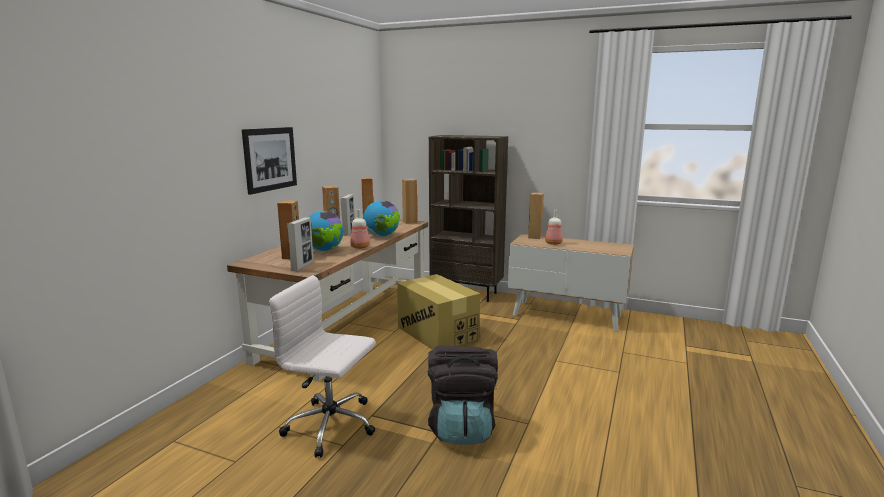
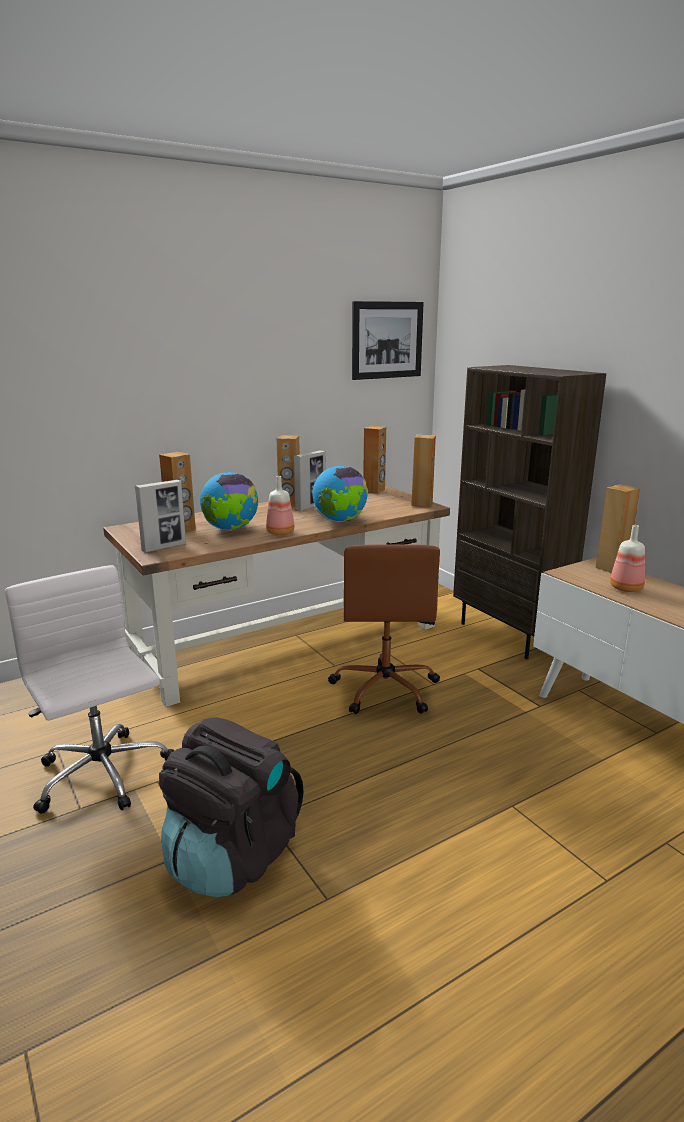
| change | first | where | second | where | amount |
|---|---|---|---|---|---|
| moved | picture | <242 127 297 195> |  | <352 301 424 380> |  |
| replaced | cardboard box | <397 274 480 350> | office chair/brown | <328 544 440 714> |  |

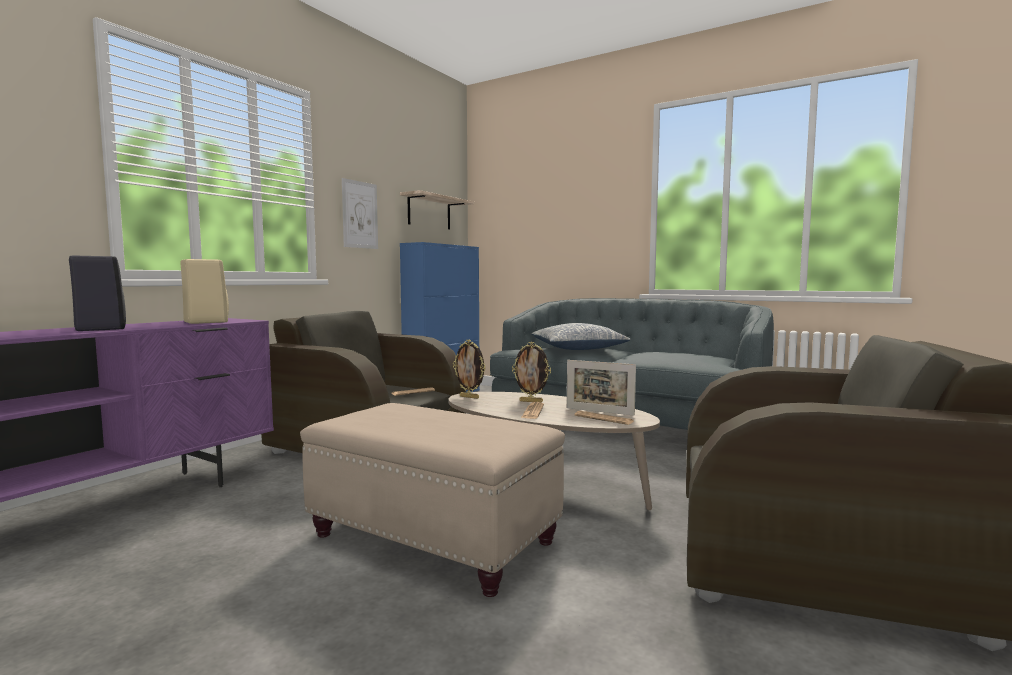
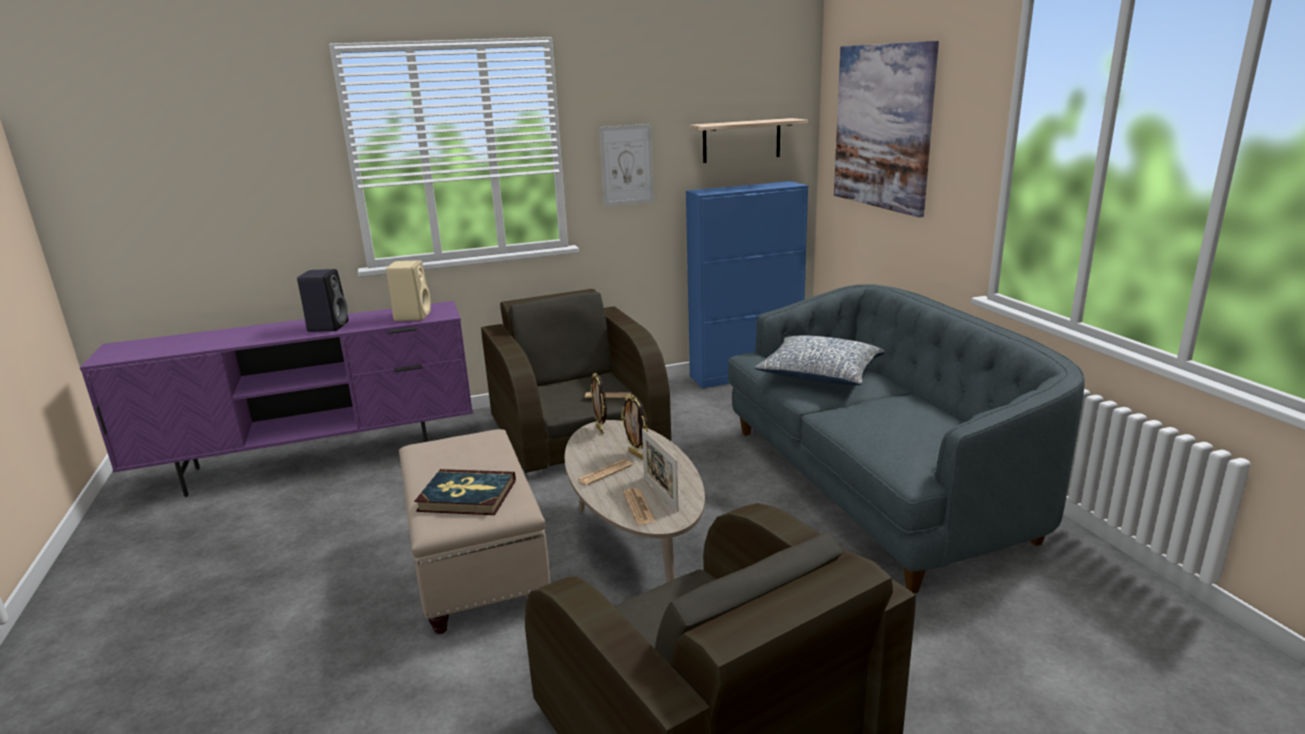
| change | first | where | second | where | amount |
|---|---|---|---|---|---|
| added |  |  | book | <414 469 516 515> |  |
| added |  |  | picture | <834 41 939 217> |  |

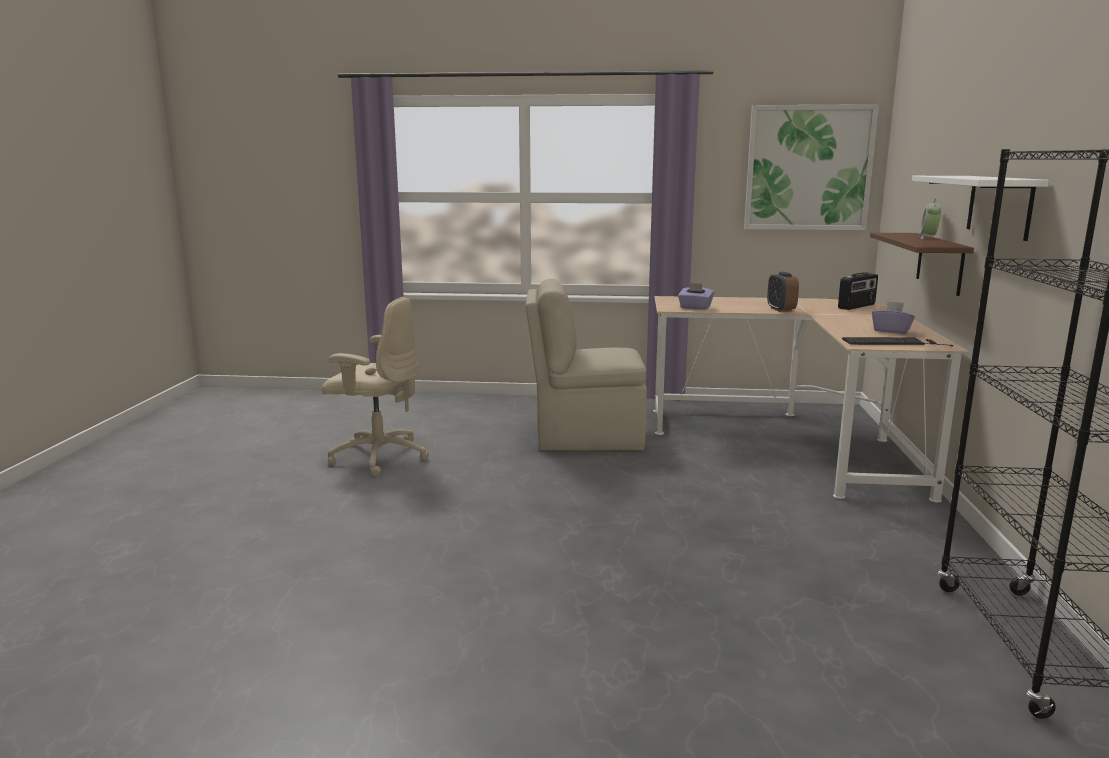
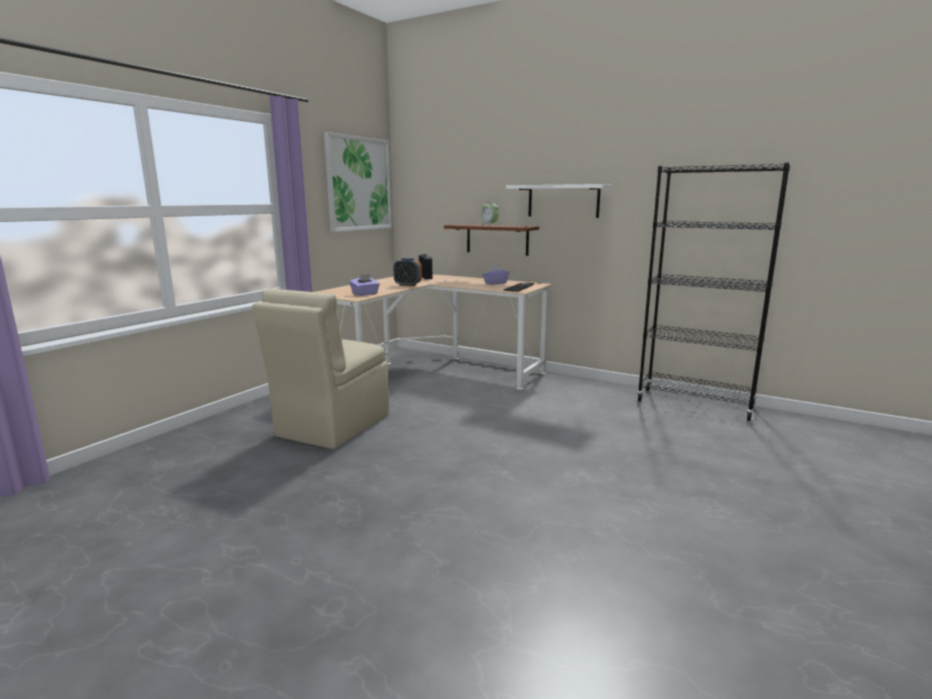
| change | first | where | second | where | amount |
|---|---|---|---|---|---|
| removed | office chair/beige | <322 297 429 476> |  |  |  |

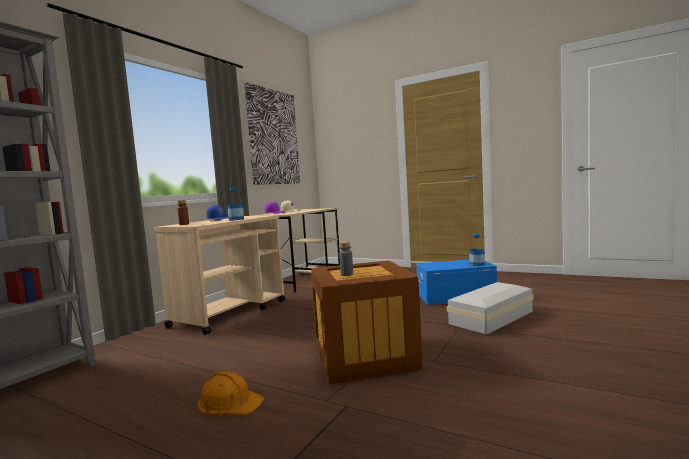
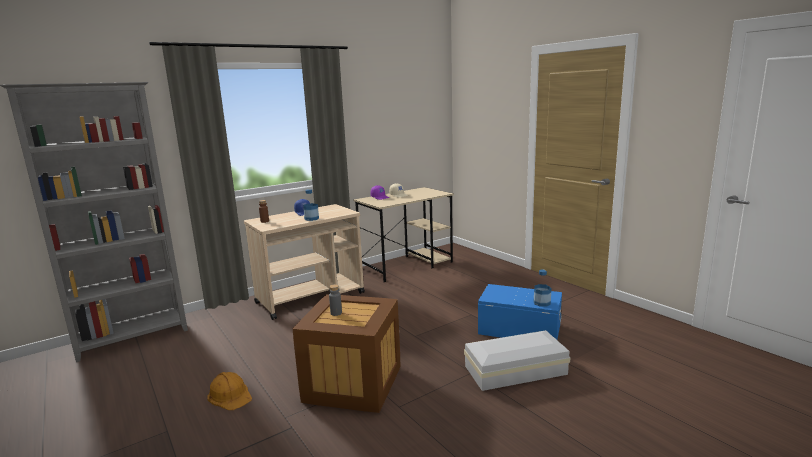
| change | first | where | second | where | amount |
|---|---|---|---|---|---|
| removed | picture | <244 83 300 185> |  |  |  |

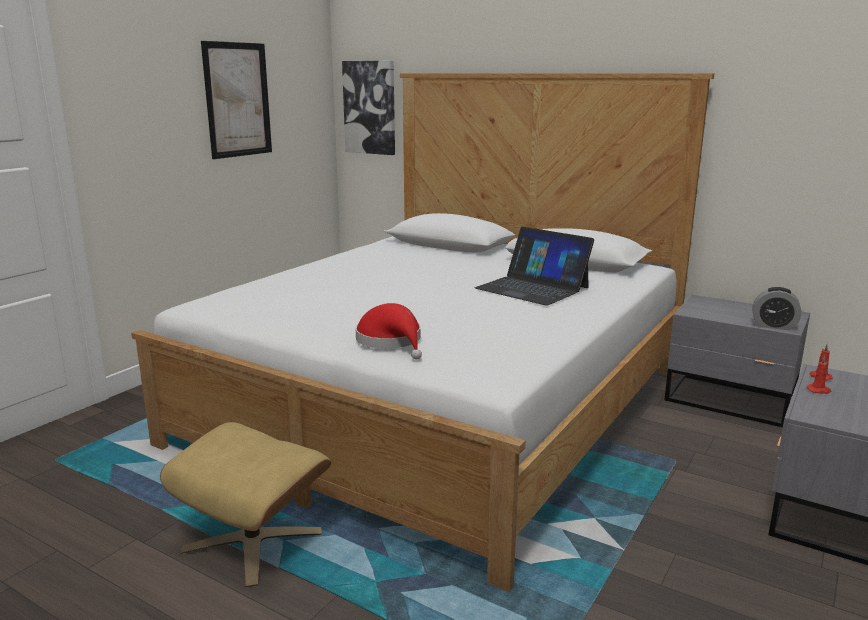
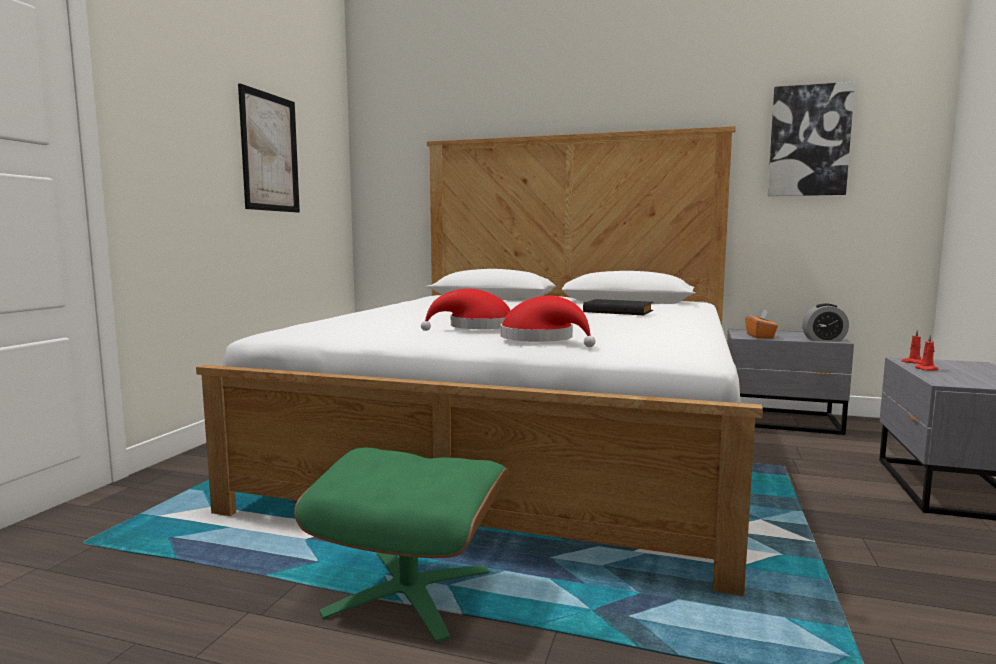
| change | first | where | second | where | amount |
|---|---|---|---|---|---|
| added |  |  | hat/red | <421 289 511 331> |  |
| added |  |  | tissue box/orange | <745 310 778 338> |  |
| moved | picture | <342 61 395 155> |  | <768 82 855 196> |  |
| replaced | laptop | <475 227 594 306> | book/black | <583 299 653 315> |  |
| recoloured | ottoman/beige | <160 422 331 588> | ottoman/green | <294 447 509 643> |  |

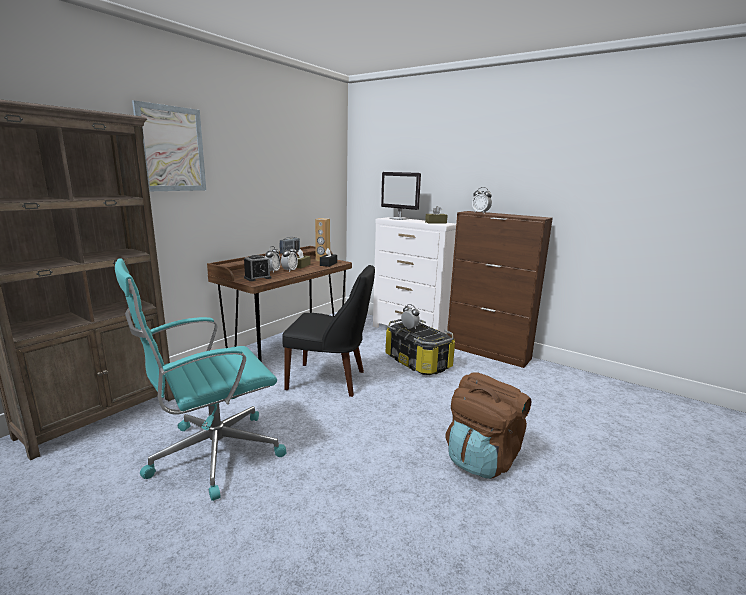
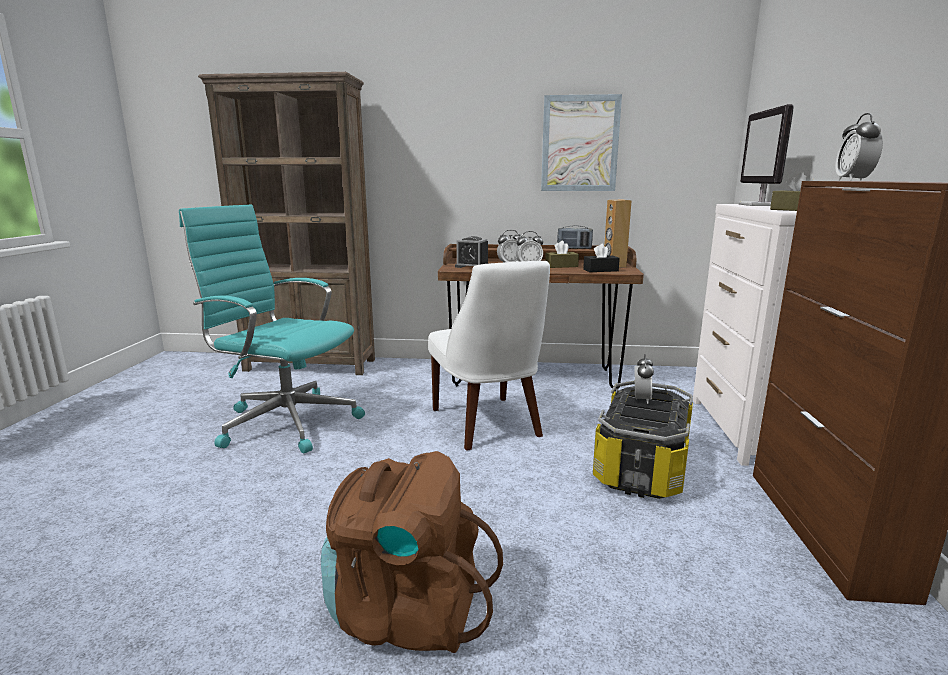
| change | first | where | second | where | amount |
|---|---|---|---|---|---|
| moved | picture | <132 100 206 191> |  | <541 94 622 191> |  |
| recoloured | chair/black | <282 265 375 397> | chair/white | <428 261 550 450> |  |

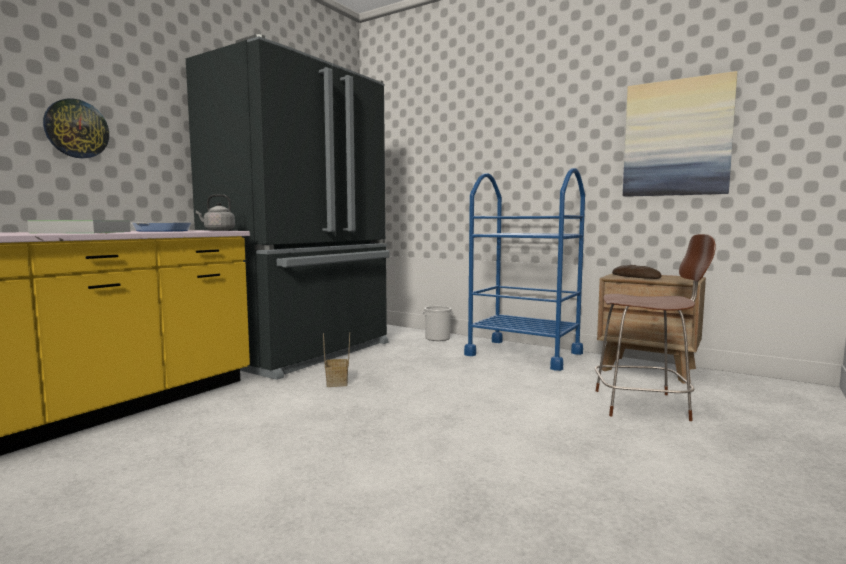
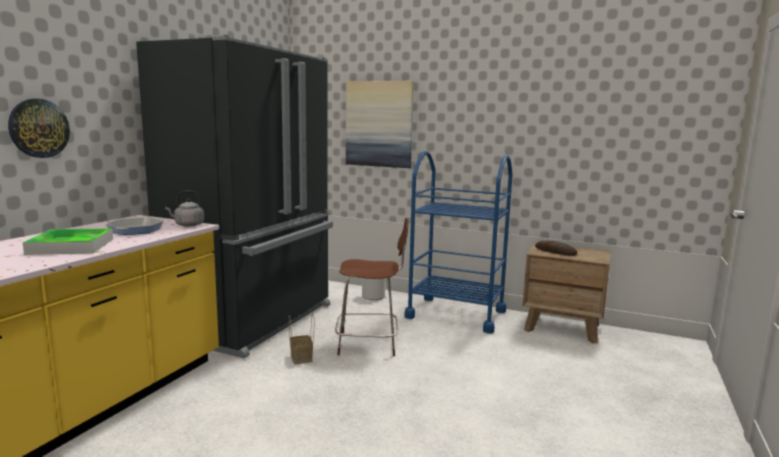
| change | first | where | second | where | amount |
|---|---|---|---|---|---|
| moved | chair/brown | <595 234 716 421> |  | <335 218 409 356> |  |
| moved | picture | <623 71 737 197> |  | <346 81 414 168> |  |

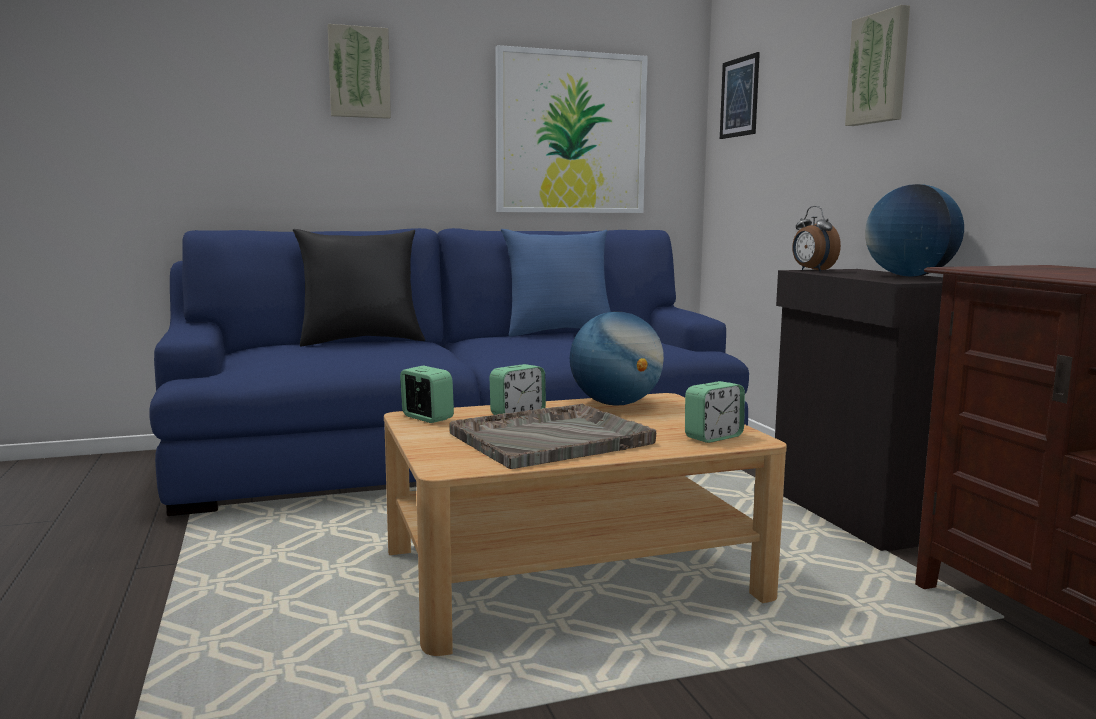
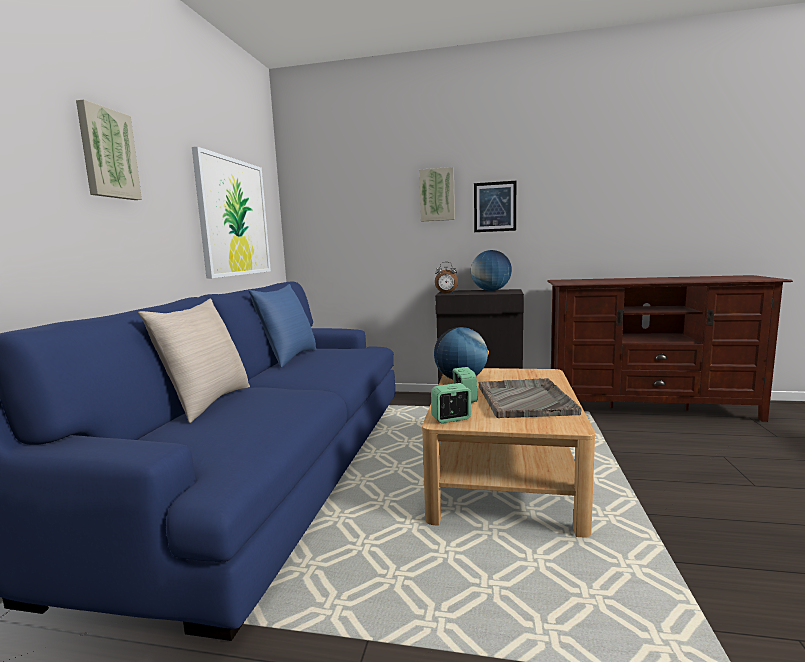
| change | first | where | second | where | amount |
|---|---|---|---|---|---|
| removed | alarm clock | <685 381 745 443> |  |  |  |
| moved | picture | <720 52 760 139> |  | <474 181 516 232> |  |
| recoloured | pillow/black | <293 229 425 346> | pillow/beige | <138 299 250 423> |  |

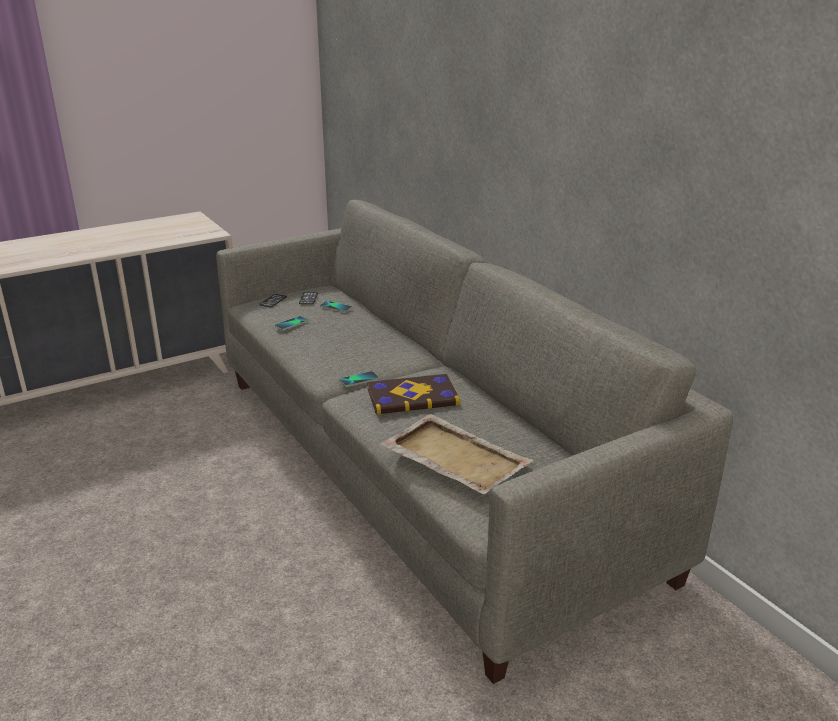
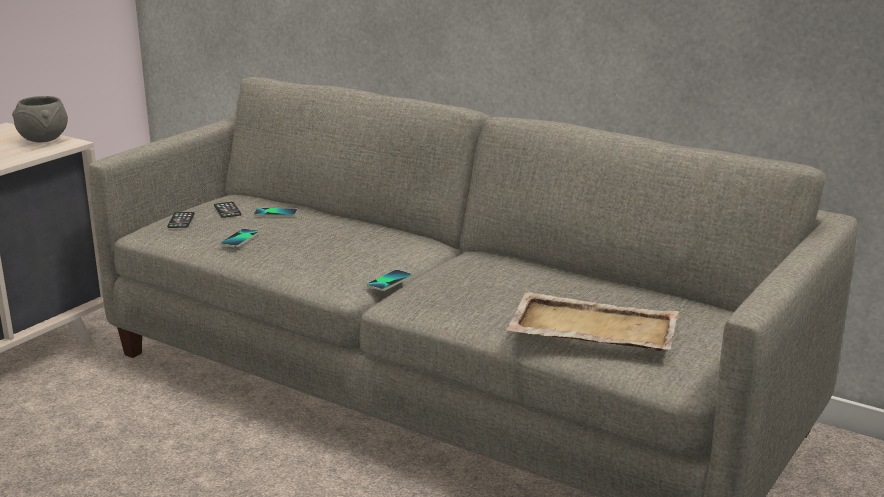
| change | first | where | second | where | amount |
|---|---|---|---|---|---|
| removed | book | <367 374 460 414> |  |  |  |
| added |  |  | bowl/grey | <12 96 68 142> |  |

